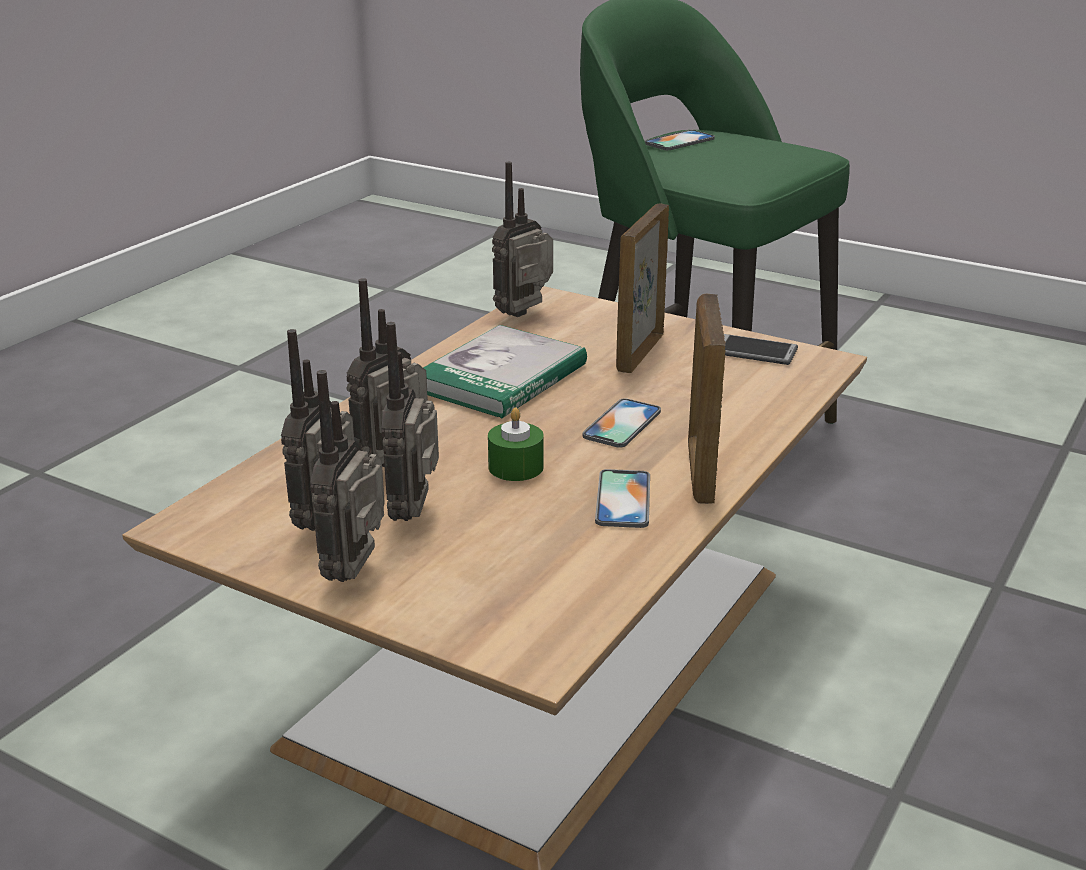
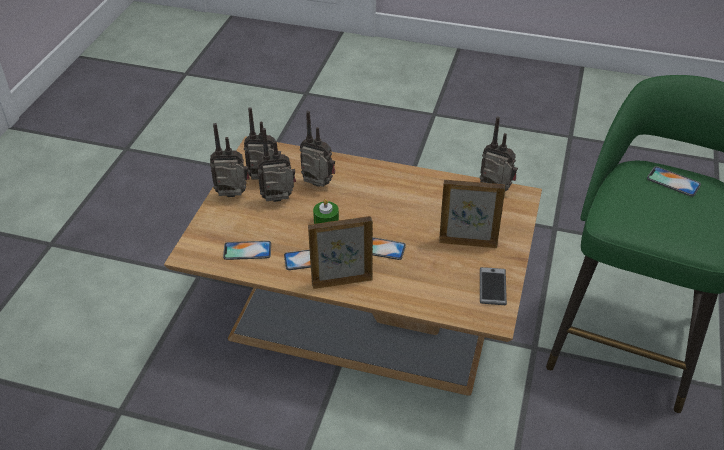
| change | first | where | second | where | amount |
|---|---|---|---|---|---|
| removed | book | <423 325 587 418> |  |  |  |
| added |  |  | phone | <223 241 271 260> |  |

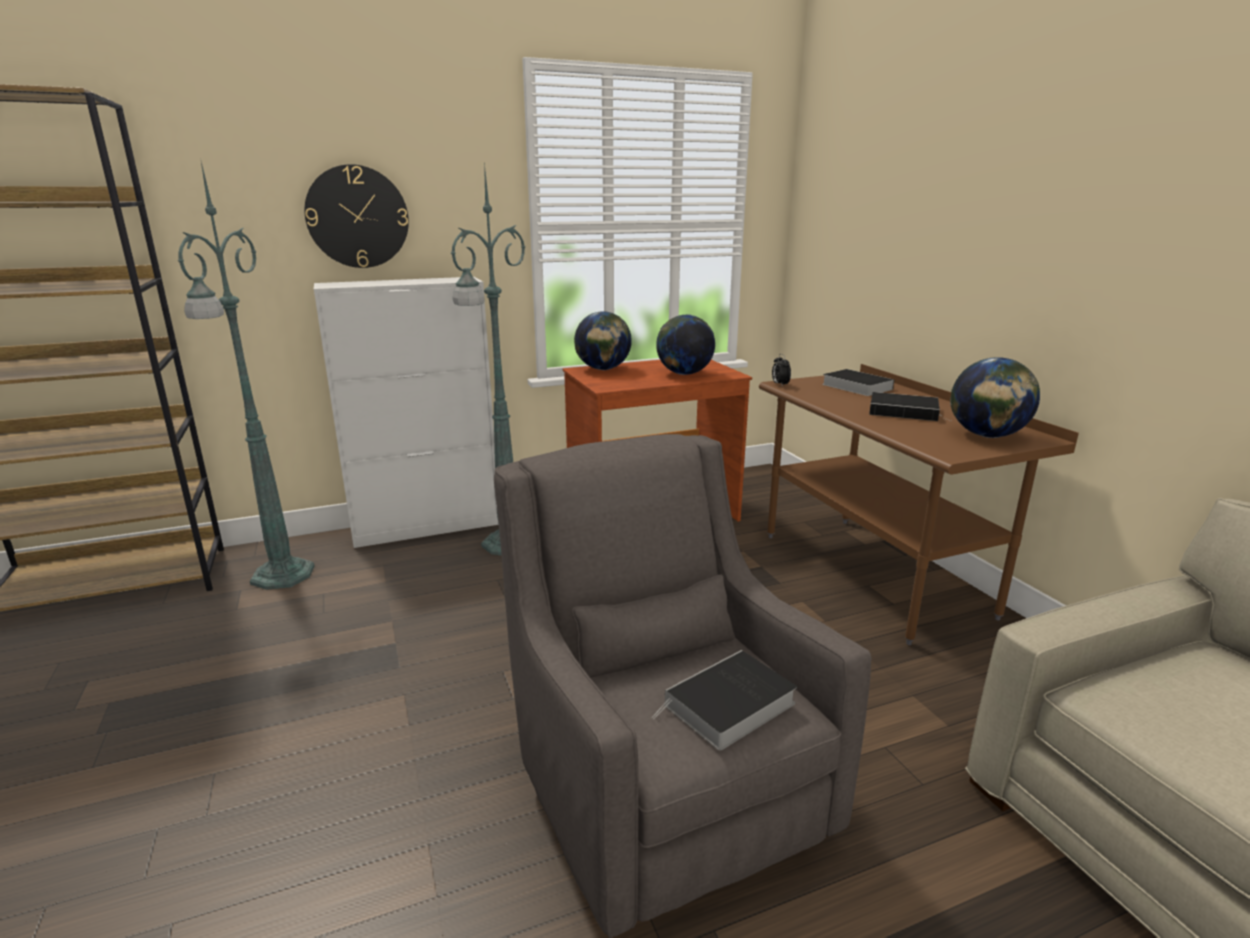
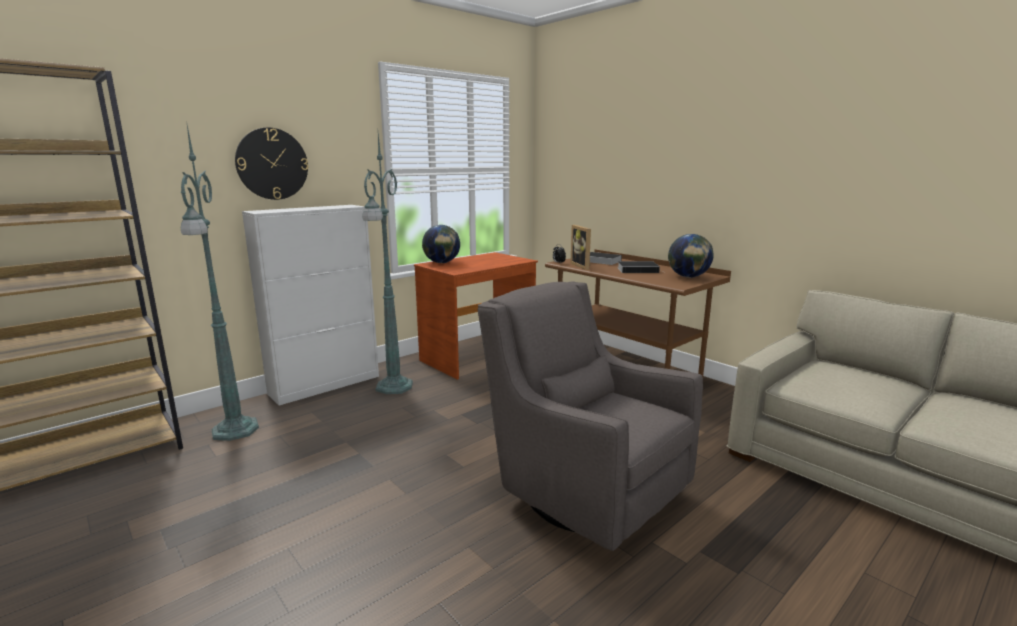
| change | first | where | second | where | amount |
|---|---|---|---|---|---|
| removed | book | <652 650 797 750> |  |  |  |
| removed | globe | <656 315 715 375> |  |  |  |
| added |  |  | picture frame | <570 225 591 270> |  |

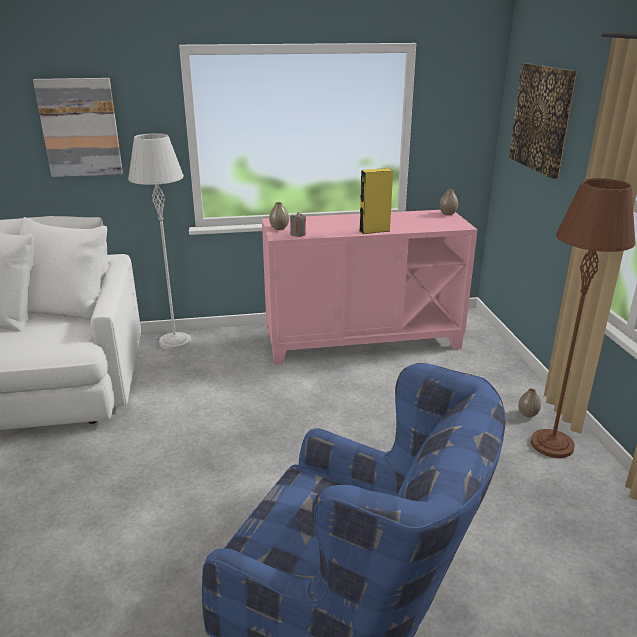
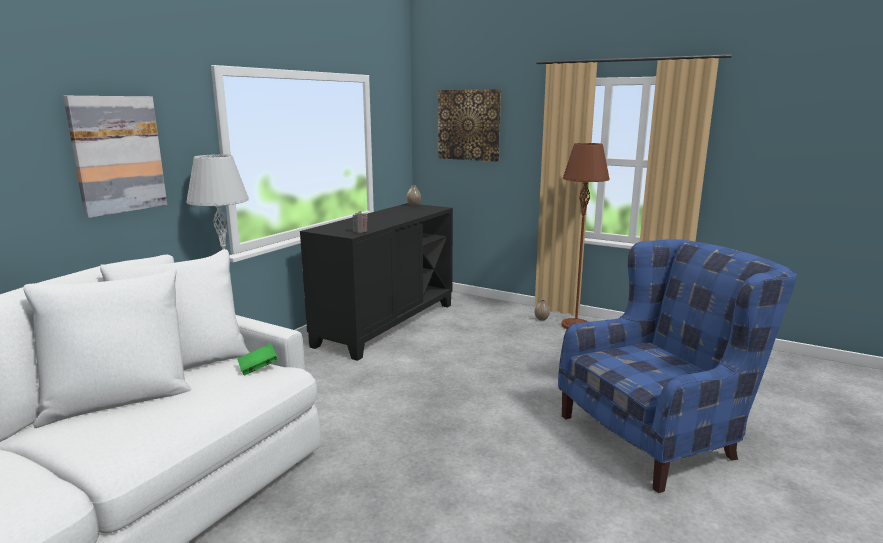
| change | first | where | second | where | amount |
|---|---|---|---|---|---|
| removed | vase | <269 202 289 230> |  |  |  |
| removed | speaker/yellow | <359 168 393 234> |  |  |  |
| added |  |  | book/green | <237 343 278 376> |  |
| recoloured | cabinet/pink | <262 210 478 365> | cabinet/black | <300 203 453 361> |  |

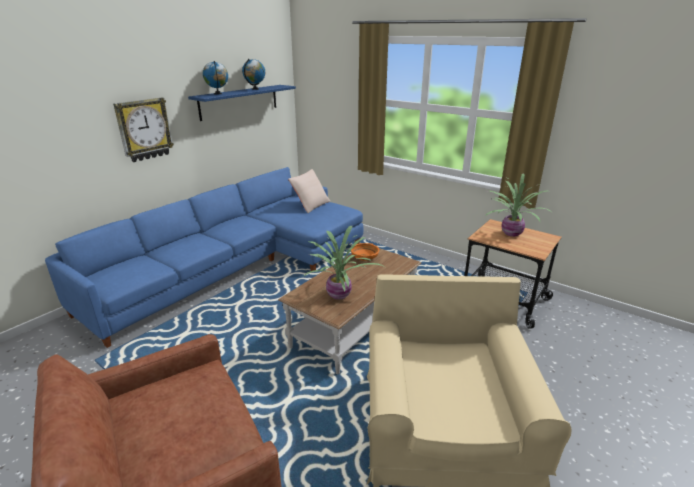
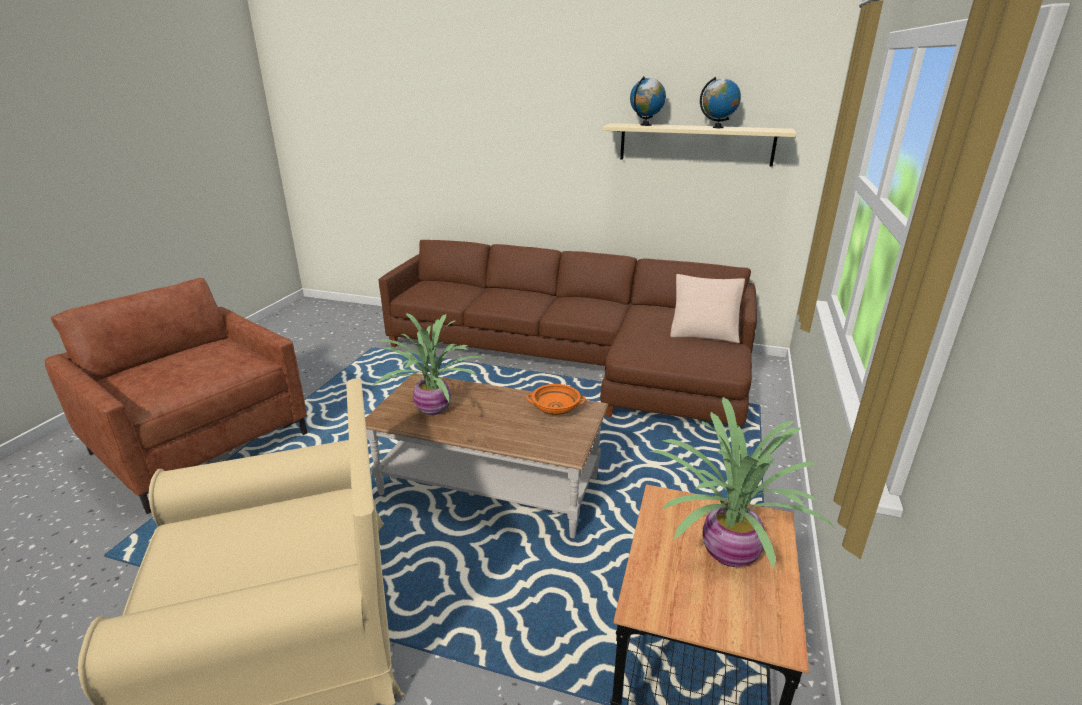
| change | first | where | second | where | amount |
|---|---|---|---|---|---|
| removed | wall clock | <113 98 174 162> |  |  |  |
| recoloured | sofa/blue | <45 167 363 348> | sofa/brown | <379 240 757 437> |  |
| recoloured | shelf/blue | <188 85 296 121> | shelf/beige | <602 123 796 167> |  |

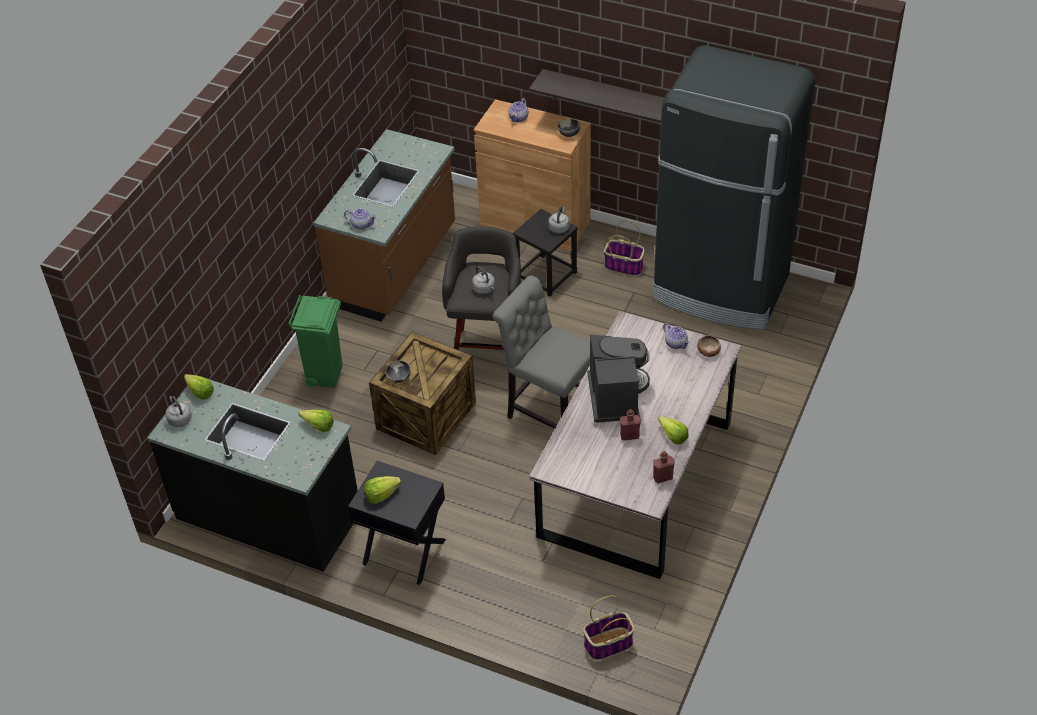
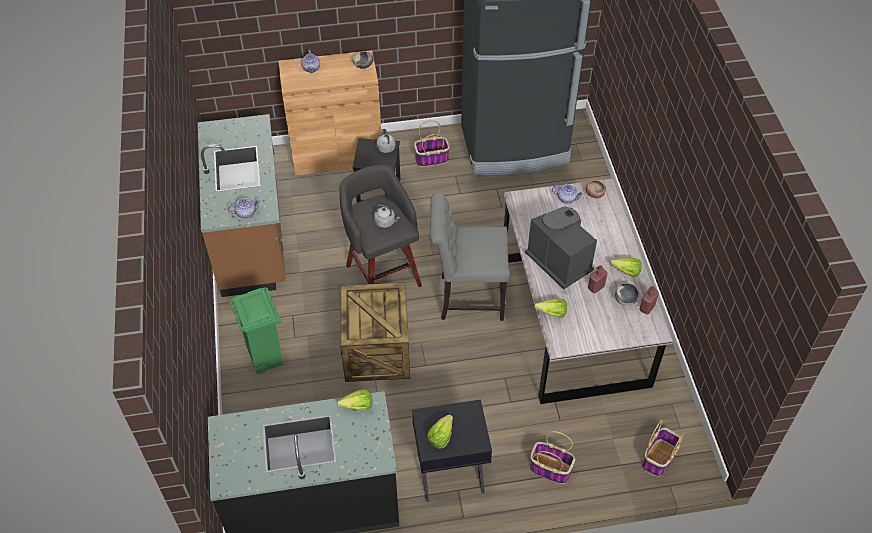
| change | first | where | second | where | amount |
|---|---|---|---|---|---|
| removed | kettle/grey | <166 396 192 427> |  |  |  |
| removed | shelf | <529 69 664 123> |  |  |  |
| added |  |  | basket | <530 431 575 484> |  |
| moved | lettuce | <184 374 214 399> |  | <534 299 567 318> |  |
| moved | bowl | <386 360 411 383> |  | <615 283 639 306> |  |

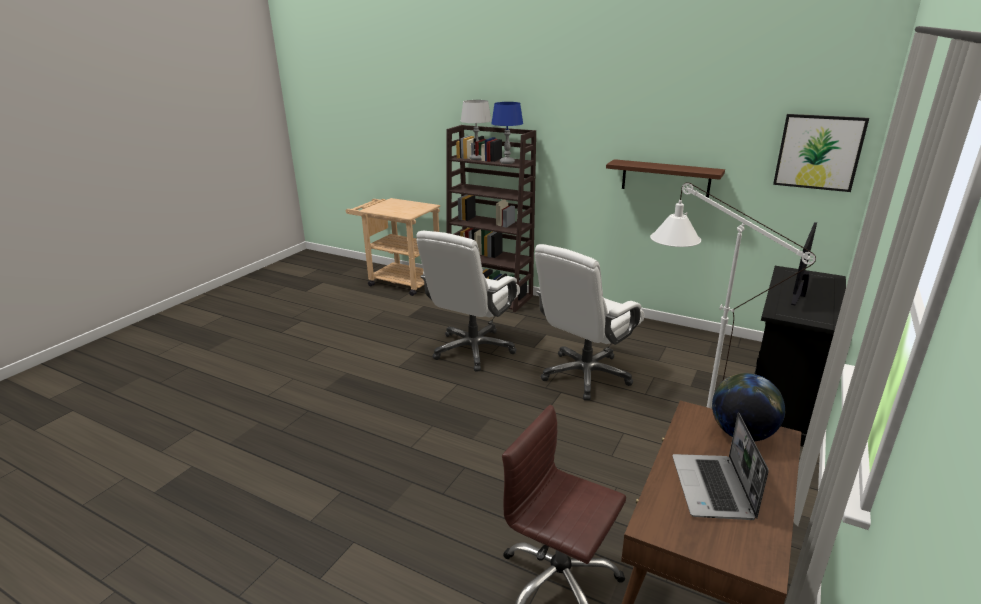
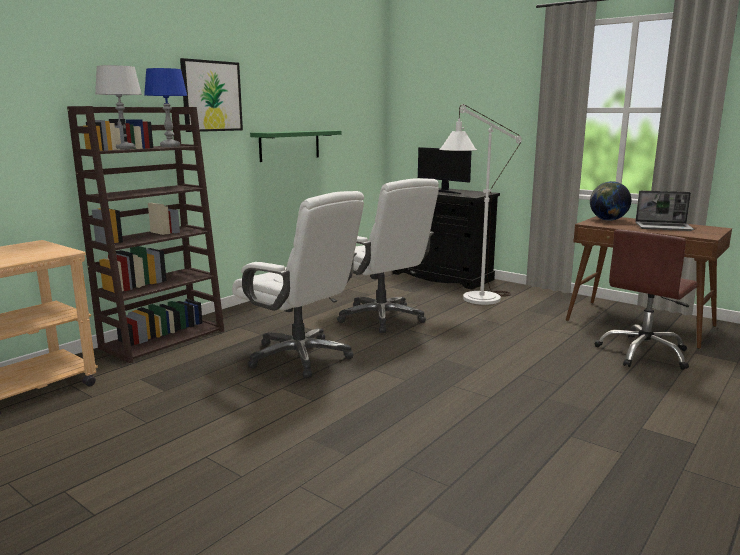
| change | first | where | second | where | amount |
|---|---|---|---|---|---|
| moved | picture | <773 114 869 192> |  | <180 58 243 132> |  |
| recoloured | shelf/brown | <606 159 725 198> | shelf/green | <250 130 342 162> |  |

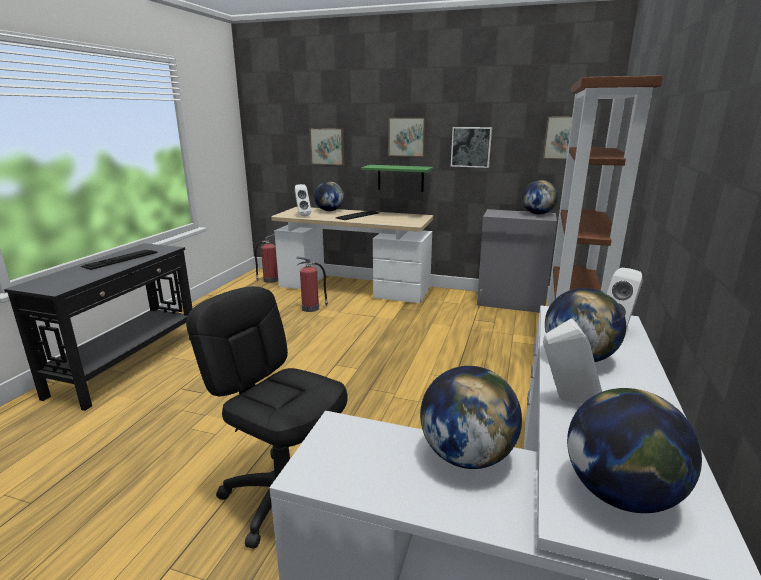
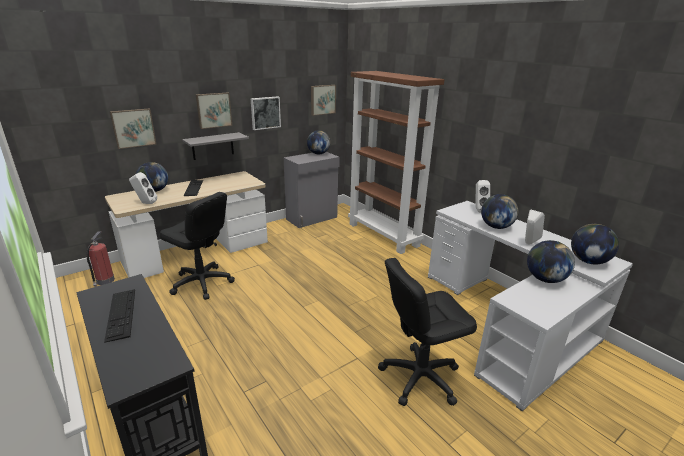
| change | first | where | second | where | amount |
|---|---|---|---|---|---|
| replaced | fire extinguisher | <297 257 328 312> | office chair/black | <160 192 235 300> |  |
| recoloured | shelf/green | <361 165 433 192> | shelf/grey | <182 132 249 160> |  |

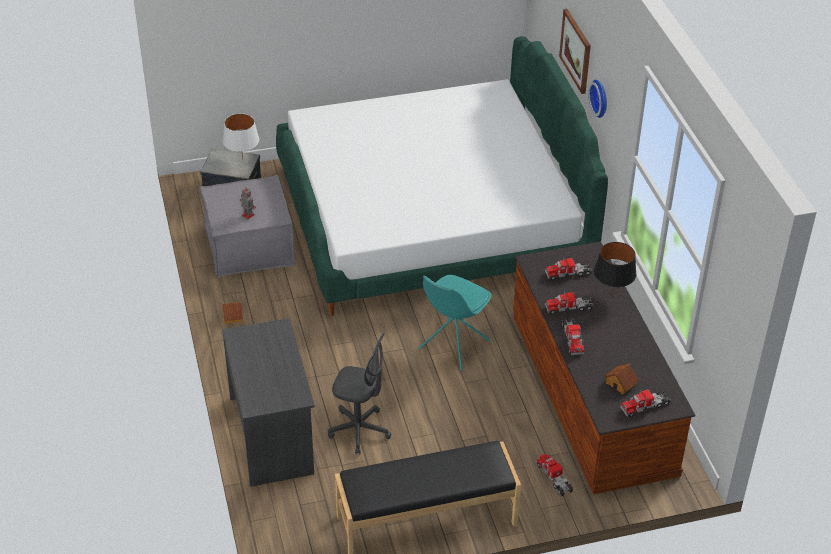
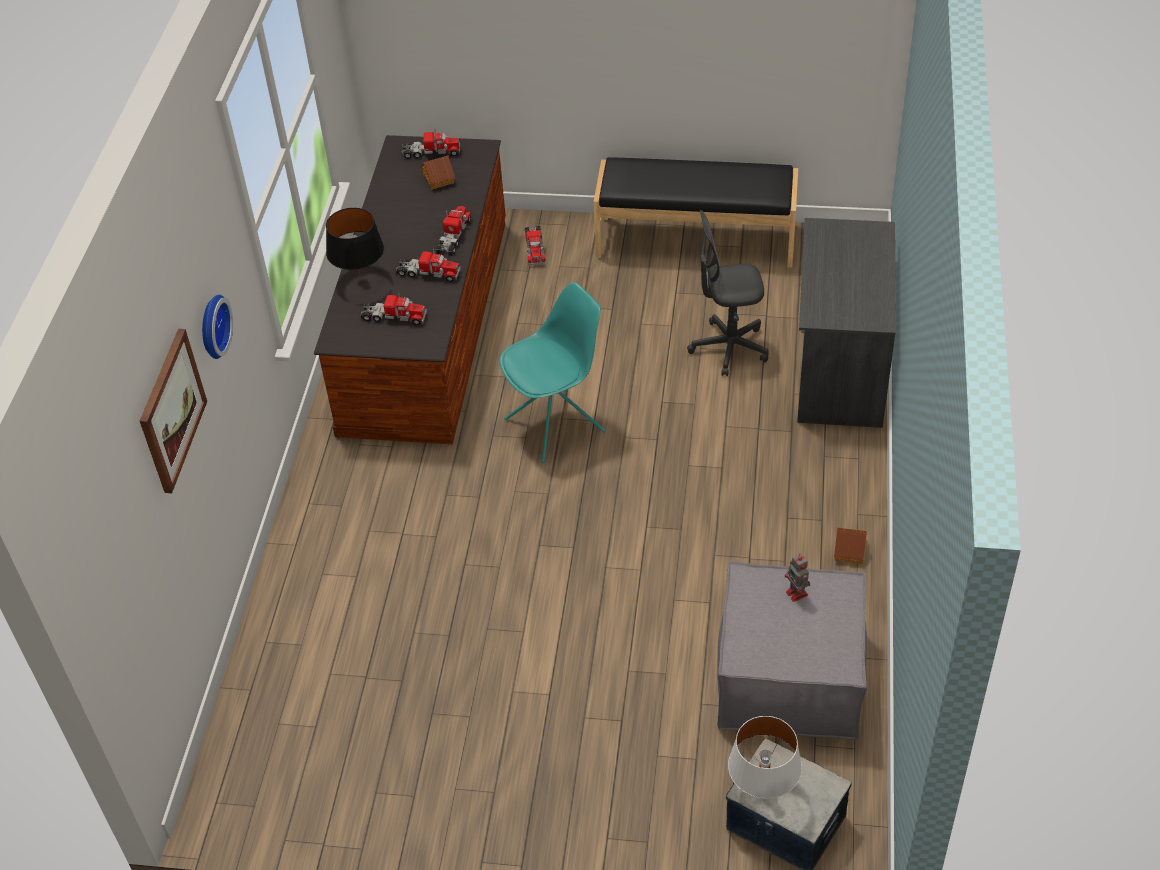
| change | first | where | second | where | amount |
|---|---|---|---|---|---|
| removed | bed | <276 36 608 316> |  |  |  |
| turned | office chair/grey | <328 333 392 454> |  | <687 210 769 376> | 45 degrees counterclockwise |

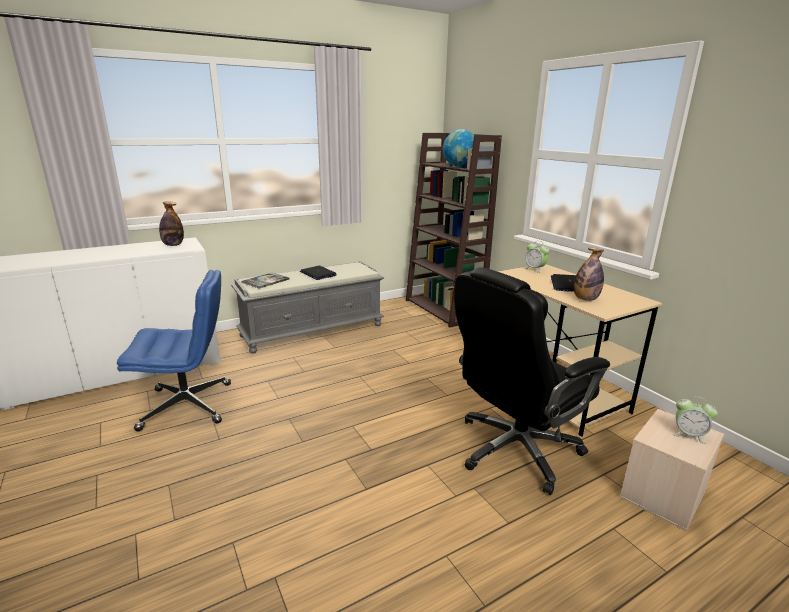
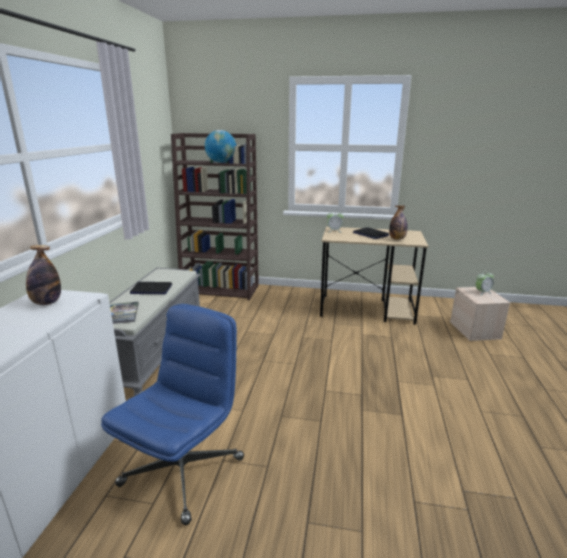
| change | first | where | second | where | amount |
|---|---|---|---|---|---|
| removed | office chair/black | <454 267 610 495> |  |  |  |

